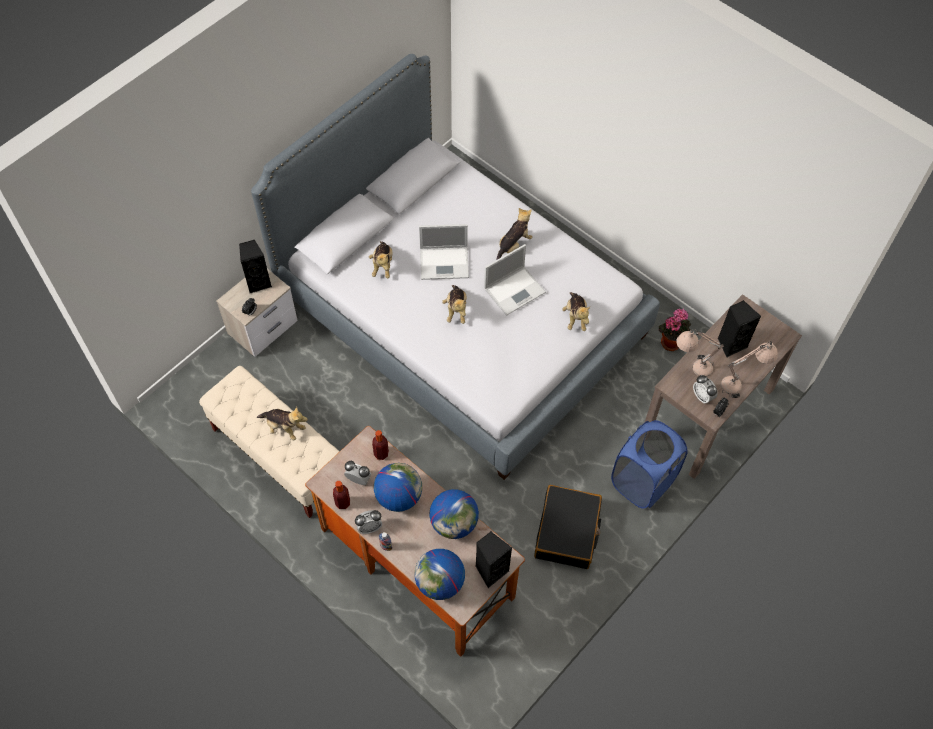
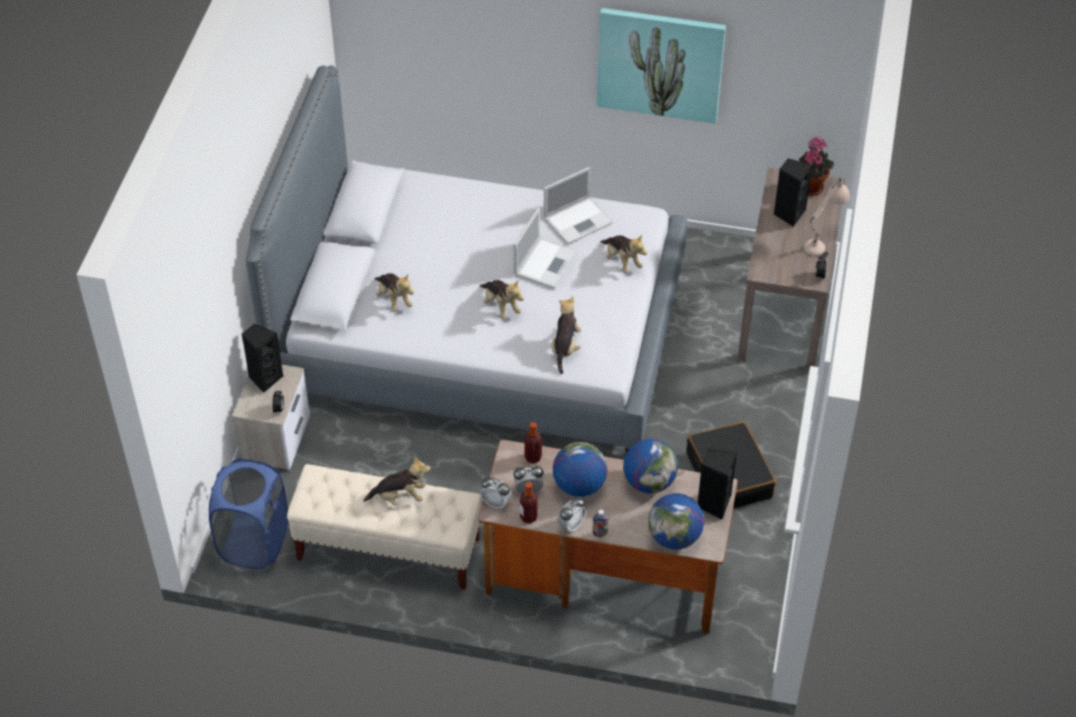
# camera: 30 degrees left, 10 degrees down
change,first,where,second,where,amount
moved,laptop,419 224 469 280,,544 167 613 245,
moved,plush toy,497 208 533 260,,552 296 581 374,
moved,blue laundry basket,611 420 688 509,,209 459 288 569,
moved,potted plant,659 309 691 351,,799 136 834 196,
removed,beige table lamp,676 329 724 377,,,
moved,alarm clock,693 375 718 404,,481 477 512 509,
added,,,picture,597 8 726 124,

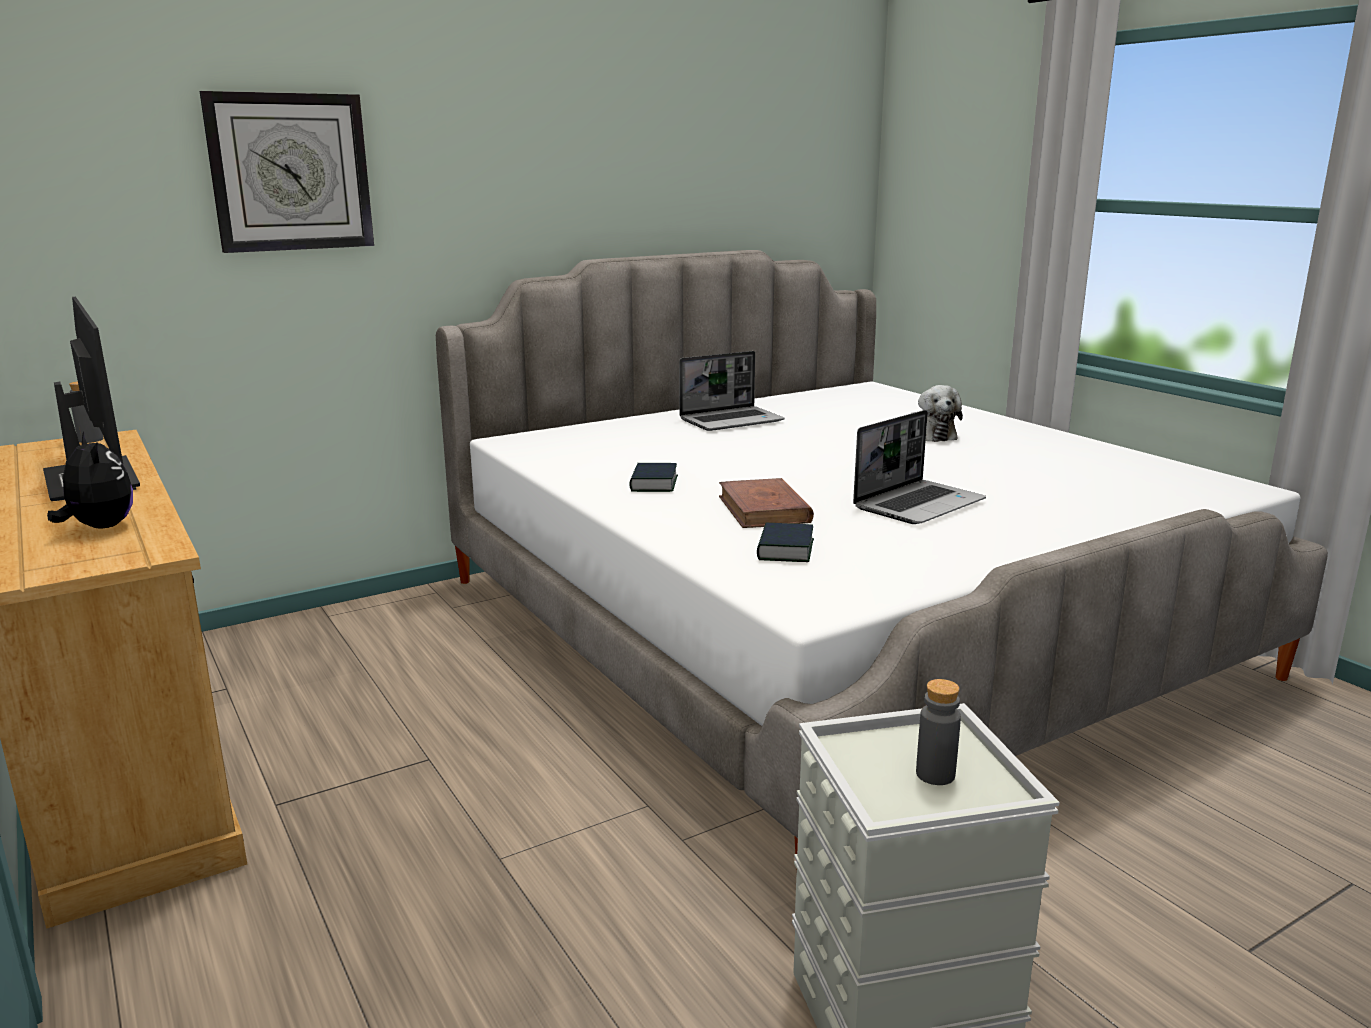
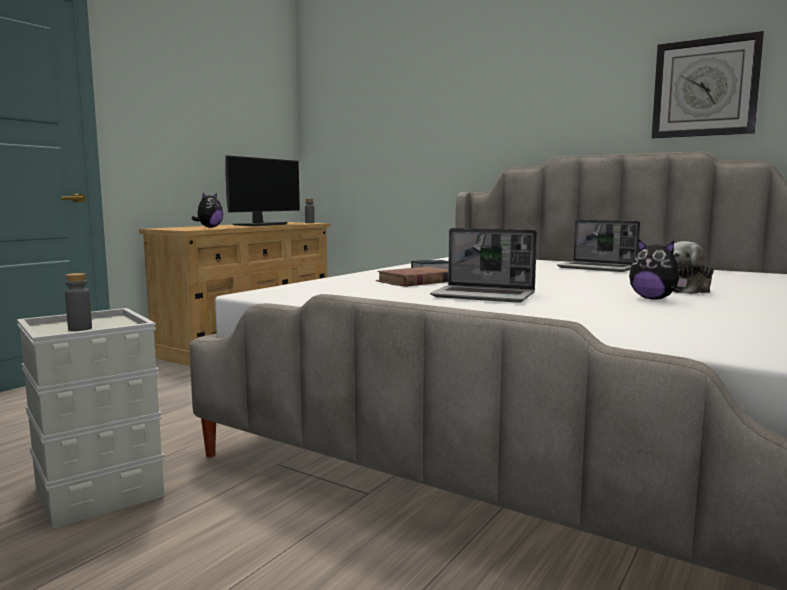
# camera: 65 degrees right, 10 degrees down
change,first,where,second,where,amount
moved,wall clock,199 91 374 253,,652 31 764 138,
removed,book,757 523 814 562,,,
added,,,plush toy,629 239 688 300,

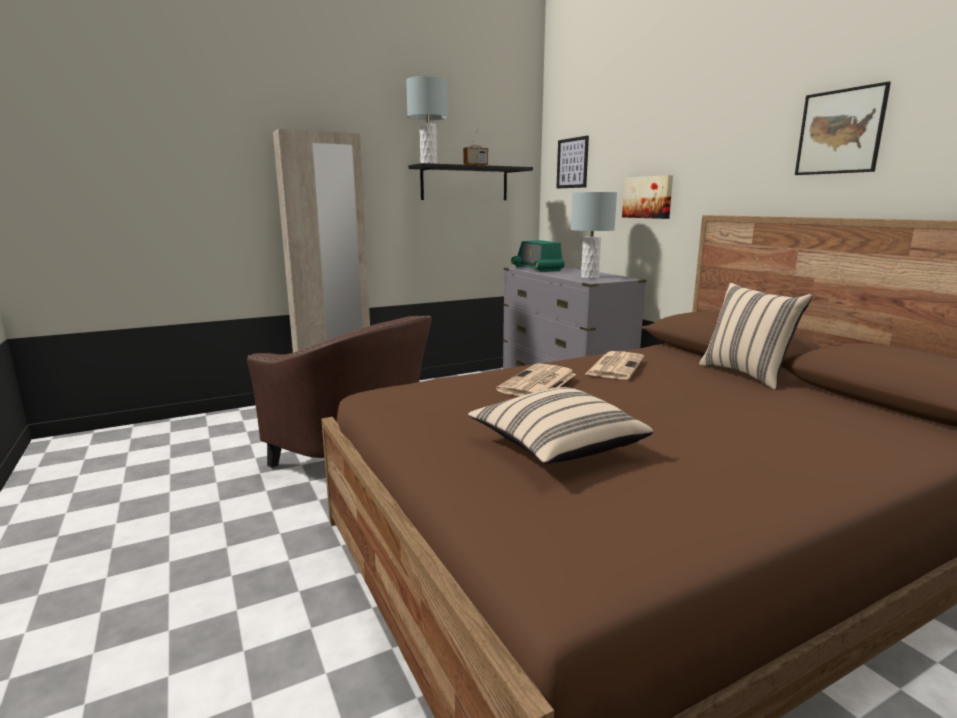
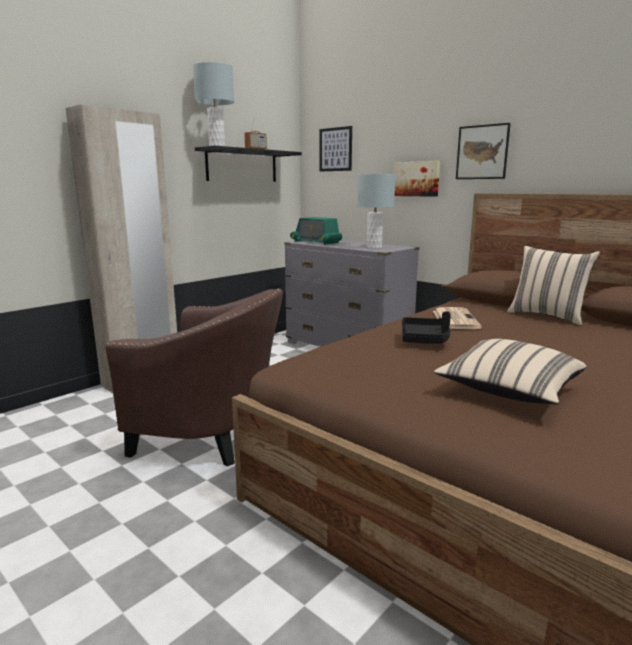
# camera: 20 degrees left, 0 degrees up
change,first,where,second,where,amount
replaced,newspaper,496 363 576 396,black tray,402 312 451 344,
moved,picture,795 81 891 175,,456 123 511 179,

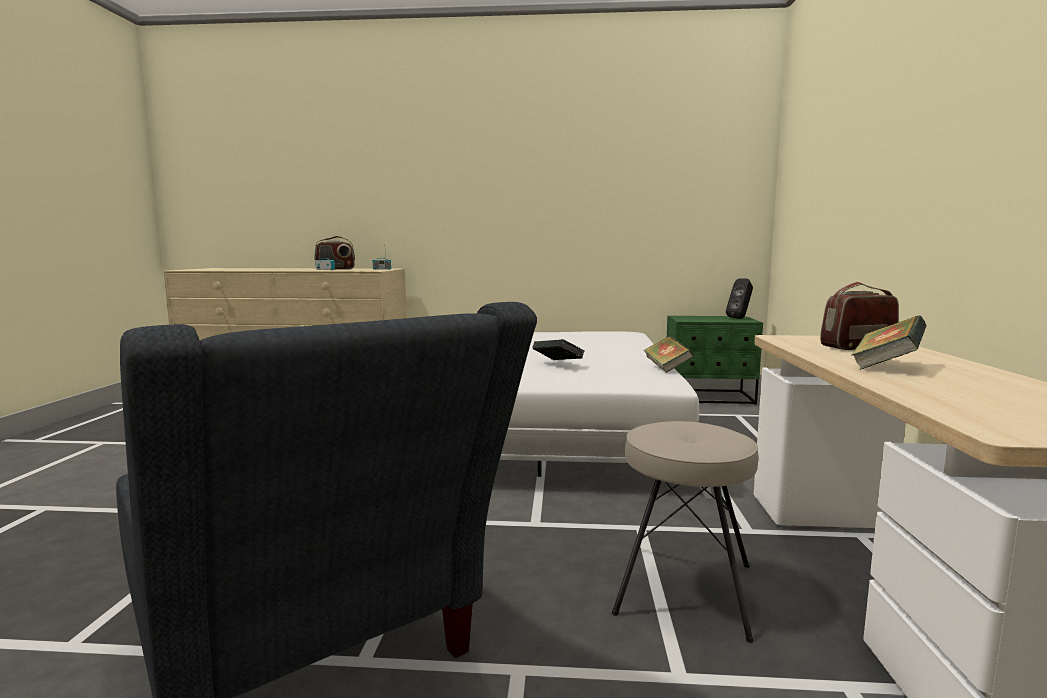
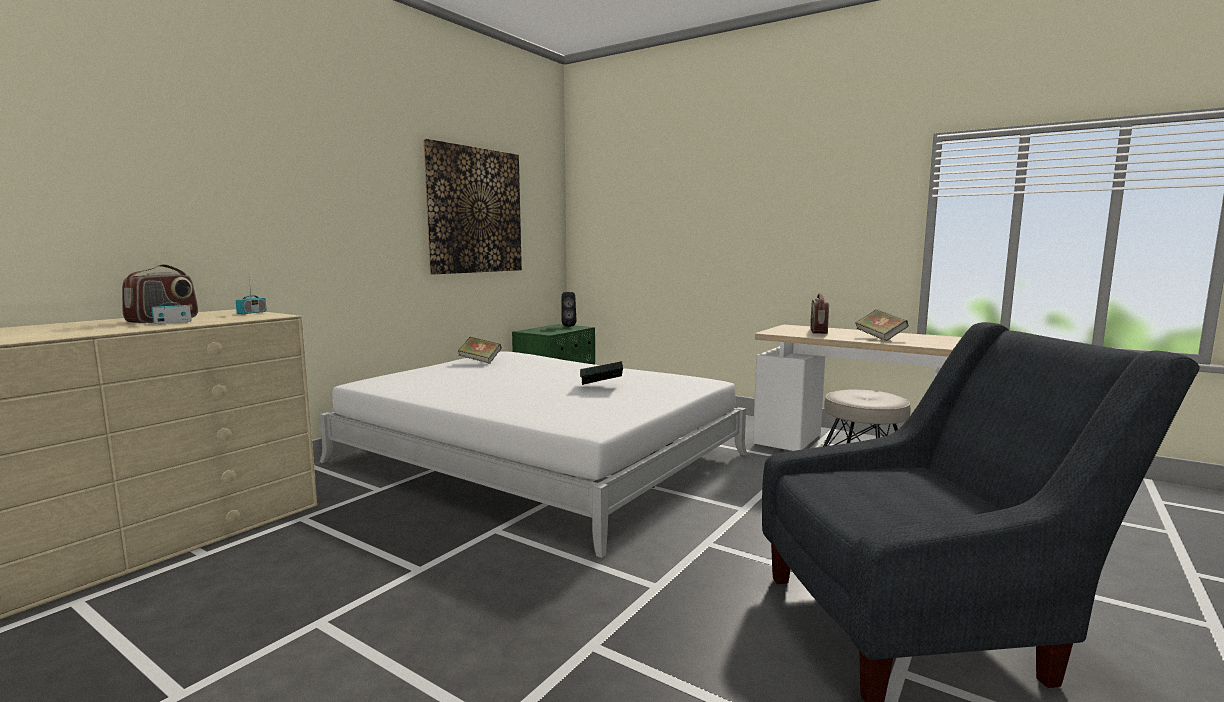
# camera: 60 degrees left, 0 degrees up
change,first,where,second,where,amount
moved,book,644 336 693 373,,458 337 501 364,
added,,,picture,423 139 522 274,

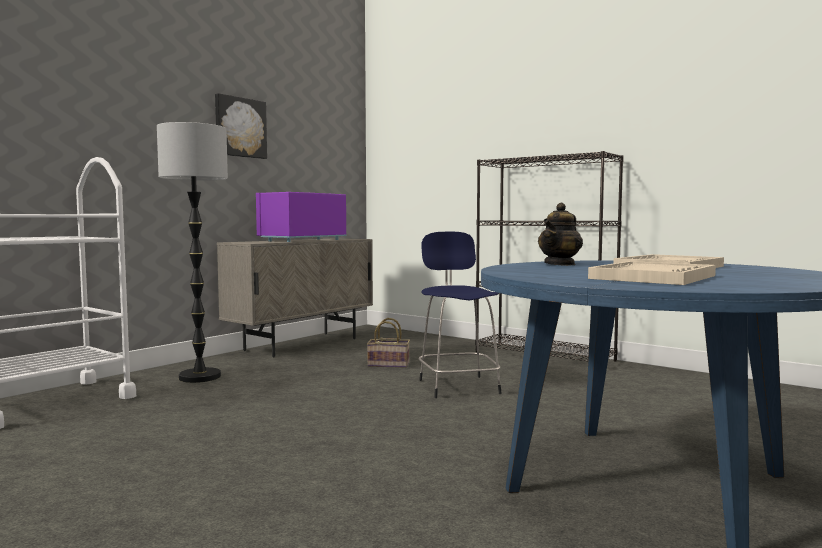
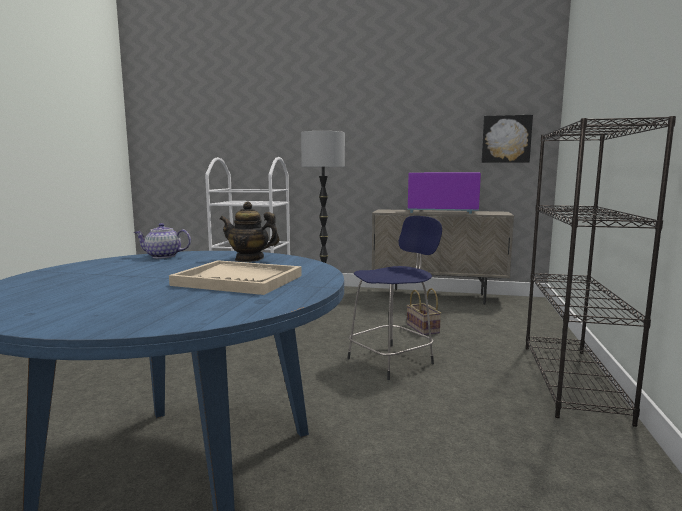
# camera: 65 degrees right, 5 degrees up
change,first,where,second,where,amount
moved,picture,215 93 267 159,,481 115 533 163,
removed,beige tray,588 261 716 285,,,
added,,,teapot,134 223 191 258,

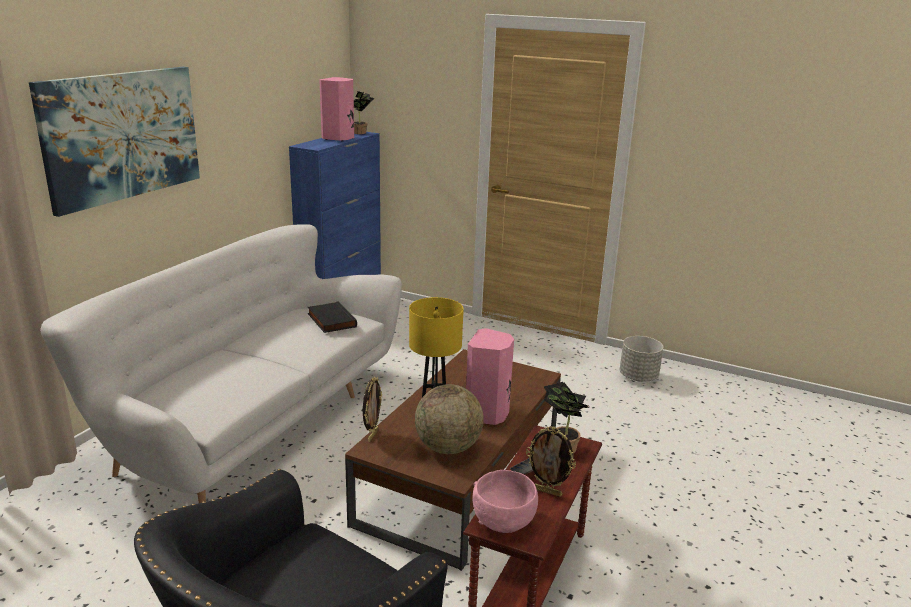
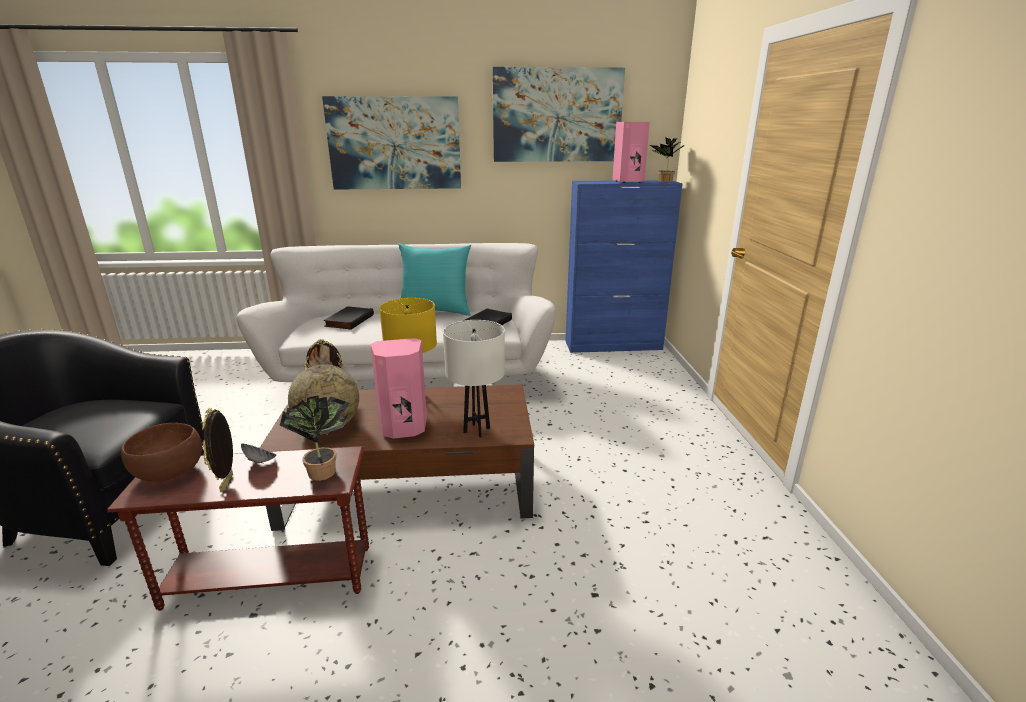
# camera: 60 degrees right, 0 degrees up
change,first,where,second,where,amount
recoloured,pink bowl,473 470 538 533,brown bowl,121 423 202 482,
removed,grey planter,620 336 664 382,,,
added,,,black book,324 306 374 330,
added,,,turquoise pillow,398 244 471 316,
added,,,white table lamp,443 320 505 437,
added,,,picture,492 67 625 162,

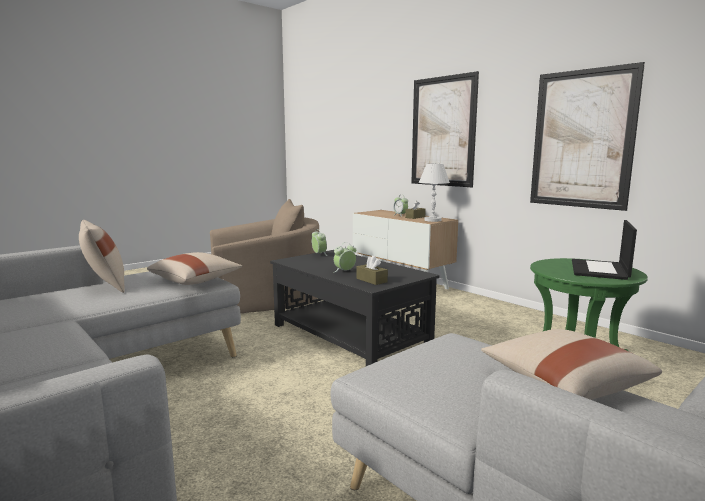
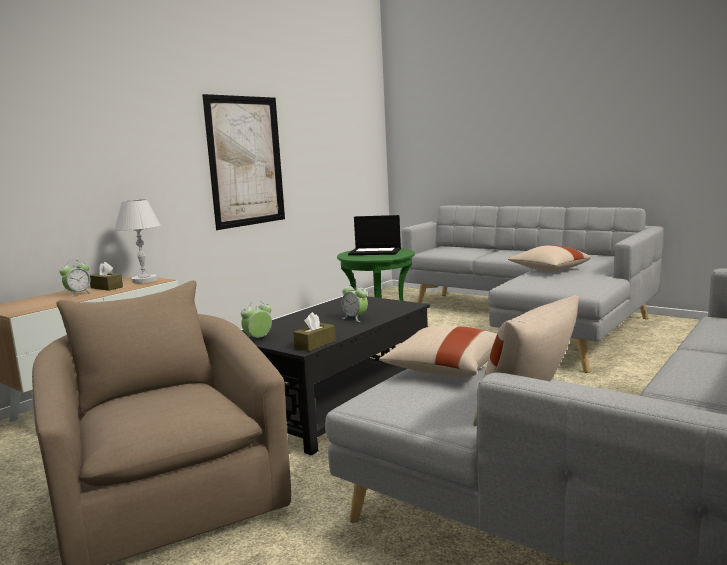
# camera: 100 degrees left, 0 degrees up
change,first,where,second,where,amount
moved,brown tissue box,356 255 388 285,,293 312 336 351,
removed,picture,412 71 479 187,,,

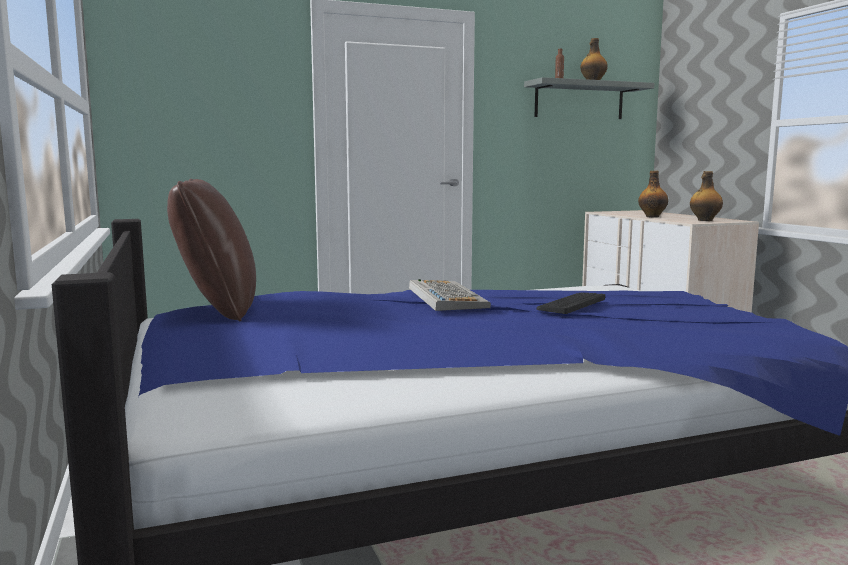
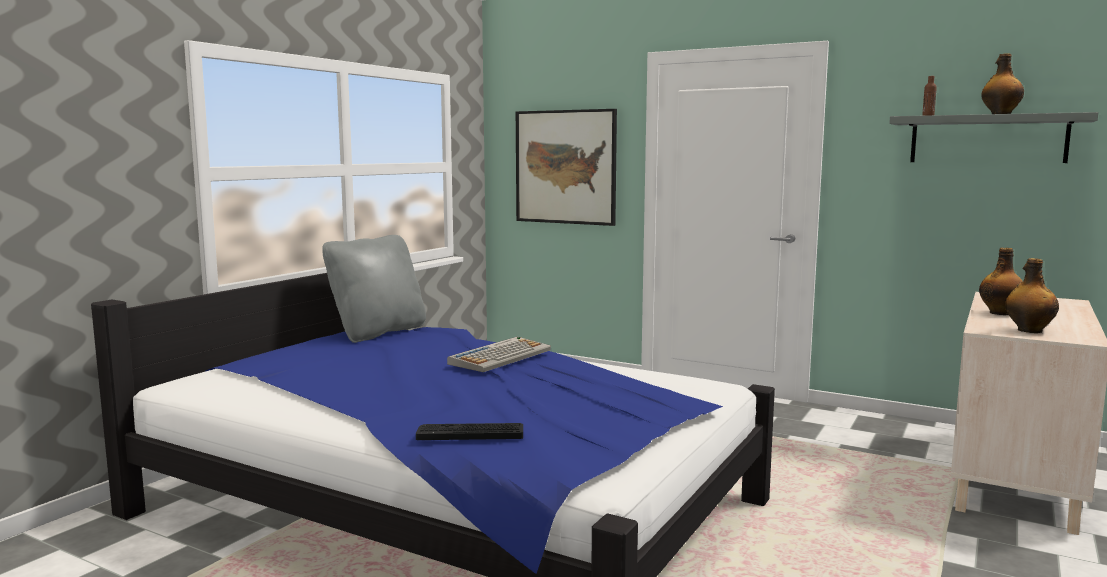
# camera: 50 degrees right, 0 degrees up
change,first,where,second,where,amount
recoloured,brown pillow,167 179 256 321,grey pillow,323 235 426 343,
moved,keyboard,537 293 605 314,,416 423 523 440,
added,,,picture,516 109 617 226,

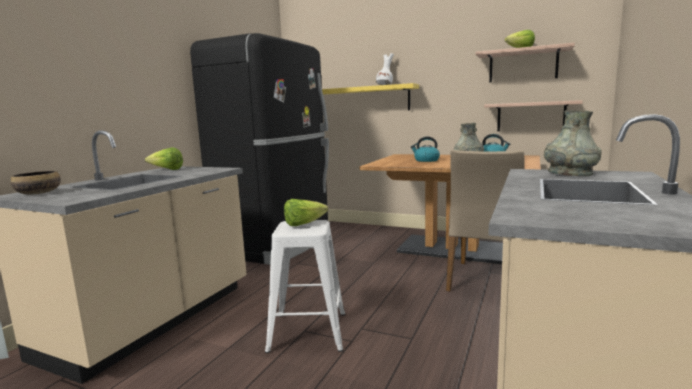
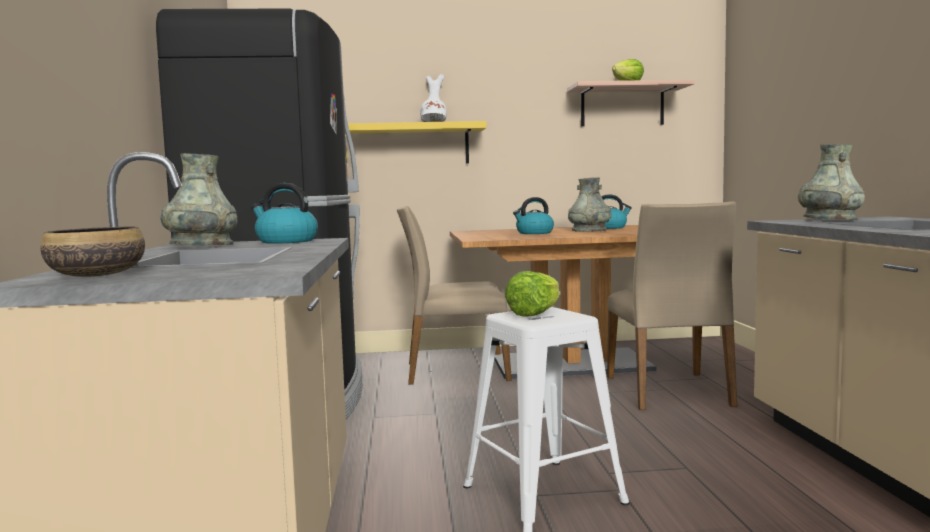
# camera: 30 degrees left, 5 degrees down
change,first,where,second,where,amount
replaced,lettuce,145 147 183 170,grey vase,160 153 237 246,
removed,shelf,484 100 583 131,,,
added,,,kettle,251 183 318 244,
added,,,beige chair,397 206 512 385,

